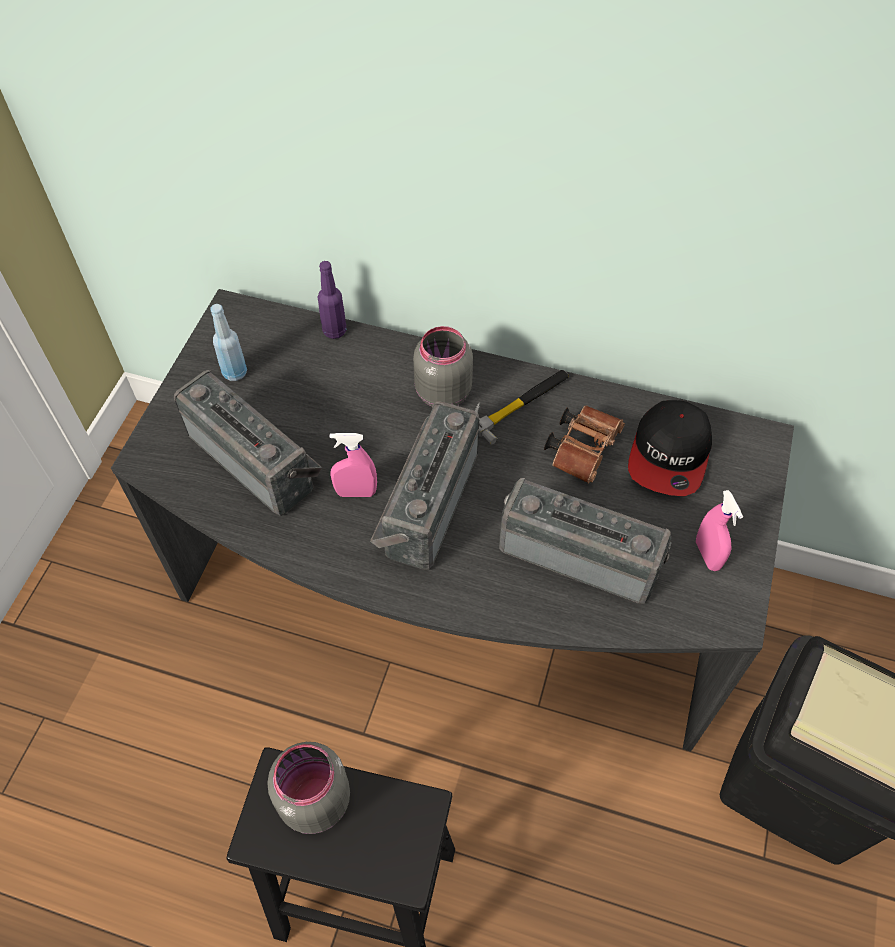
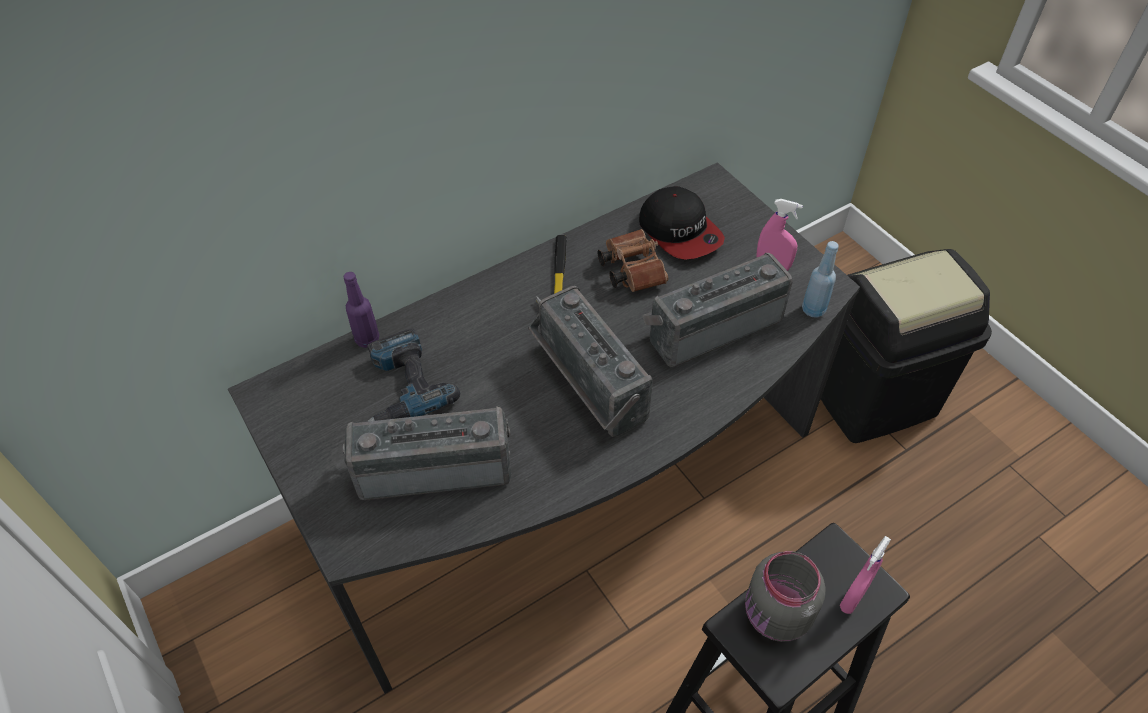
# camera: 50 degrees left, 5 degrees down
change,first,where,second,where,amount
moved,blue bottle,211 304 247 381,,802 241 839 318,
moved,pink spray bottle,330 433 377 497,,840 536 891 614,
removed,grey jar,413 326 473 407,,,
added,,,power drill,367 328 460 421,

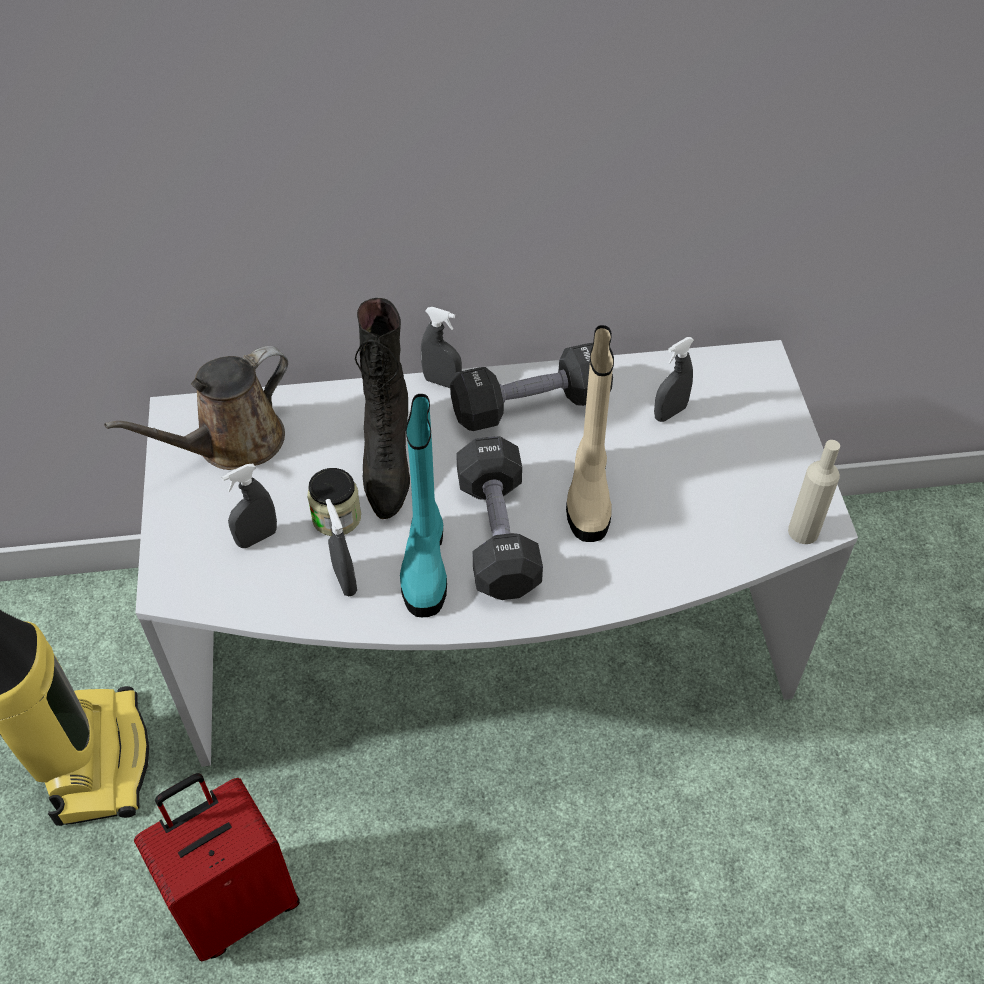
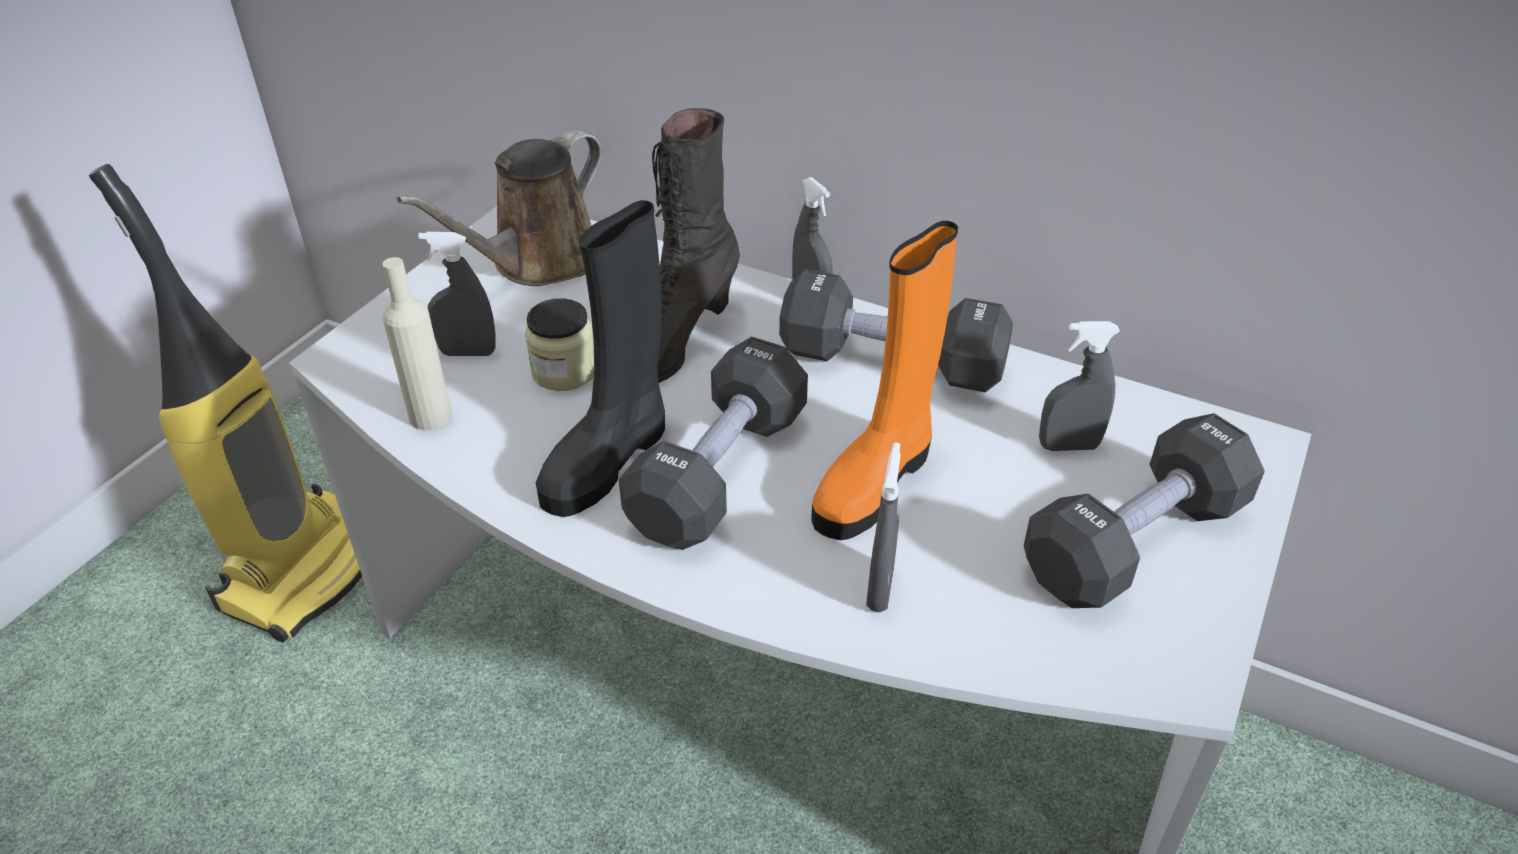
# camera: 35 degrees right, 10 degrees down
change,first,where,second,where,amount
turned,brown watering can,104 346 288 470,,396 130 602 286,45 degrees counterclockwise
removed,red suitcase,134 773 300 961,,,
moved,grey spray bottle,326 499 357 596,,866 442 901 612,
recoloured,turquoise boot,400 394 447 617,black boot,536 200 665 517,
recoloured,beige boot,566 325 614 542,orange boot,811 221 958 540,
moved,beige bottle,788 440 840 544,,382 257 452 430,
added,,,black dumbbell,1024 413 1265 608,

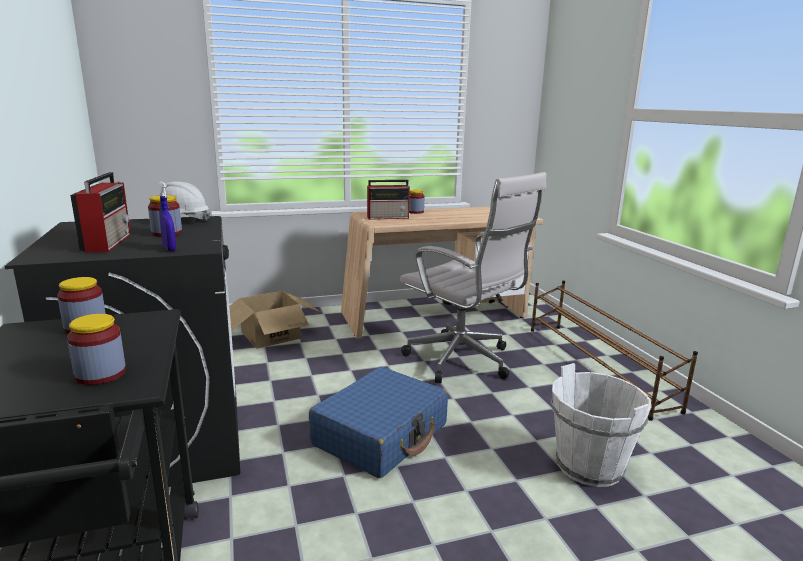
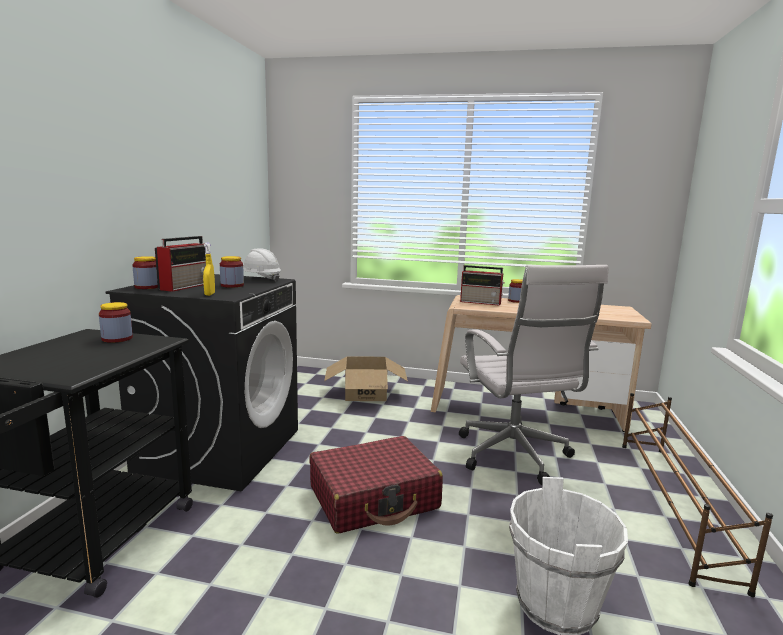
# camera: 30 degrees right, 5 degrees down
change,first,where,second,where,amount
moved,jar,67 314 126 385,,132 256 158 289,
recoloured,blue spray bottle,158 182 176 251,yellow spray bottle,203 242 215 296,
recoloured,blue suitcase,309 367 448 478,red suitcase,309 436 443 534,

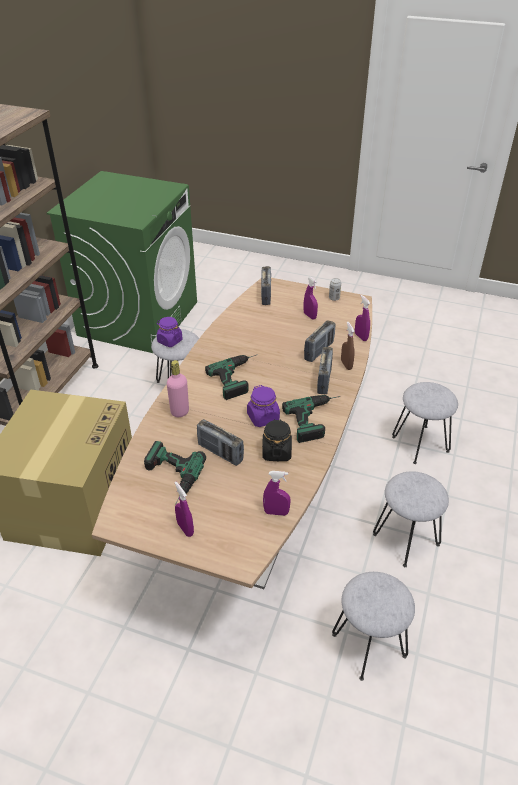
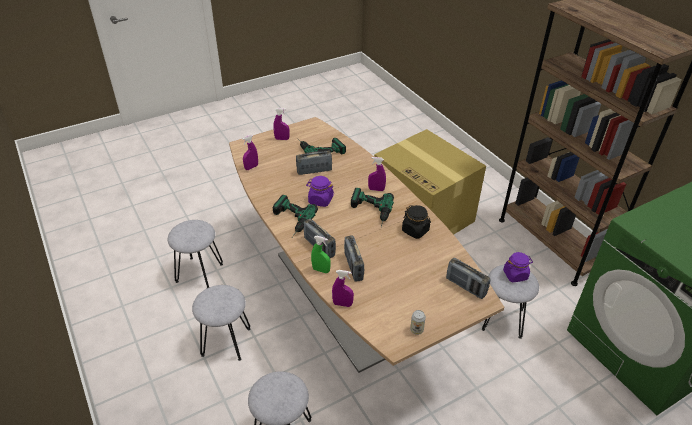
# camera: 130 degrees right, 0 degrees up
change,first,where,second,where,amount
removed,pink bottle,167 360 189 417,,,
moved,black jar,262 419 292 461,,402 205 431 239,
moved,purple spray bottle,304 277 318 319,,368 157 386 191,
recoloured,brown spray bottle,341 321 355 370,green spray bottle,311 236 331 273,

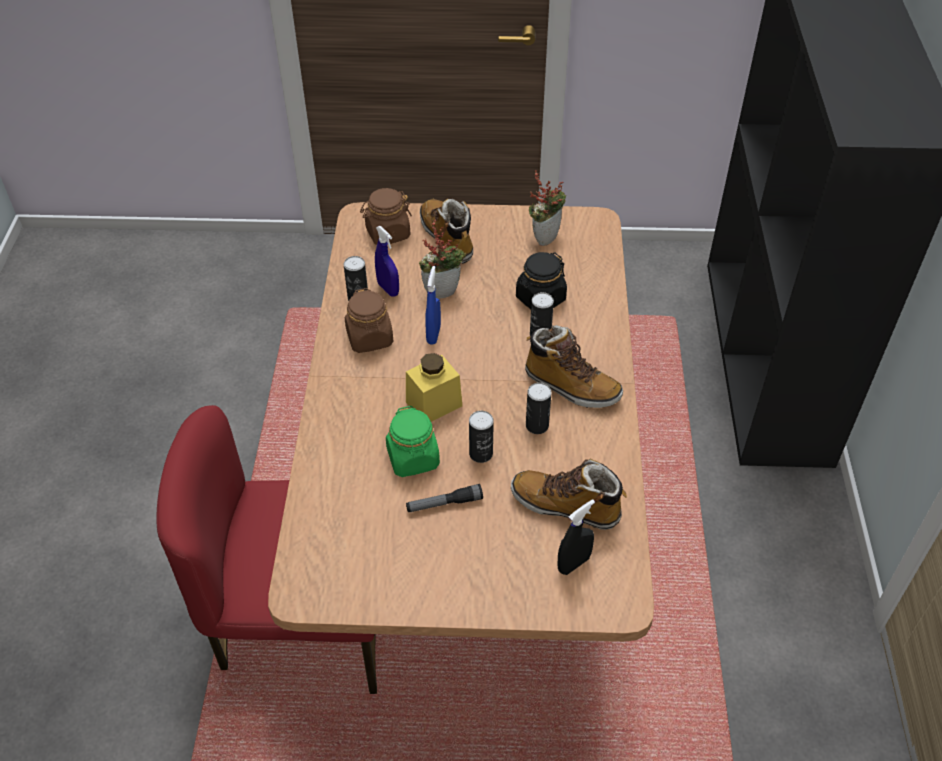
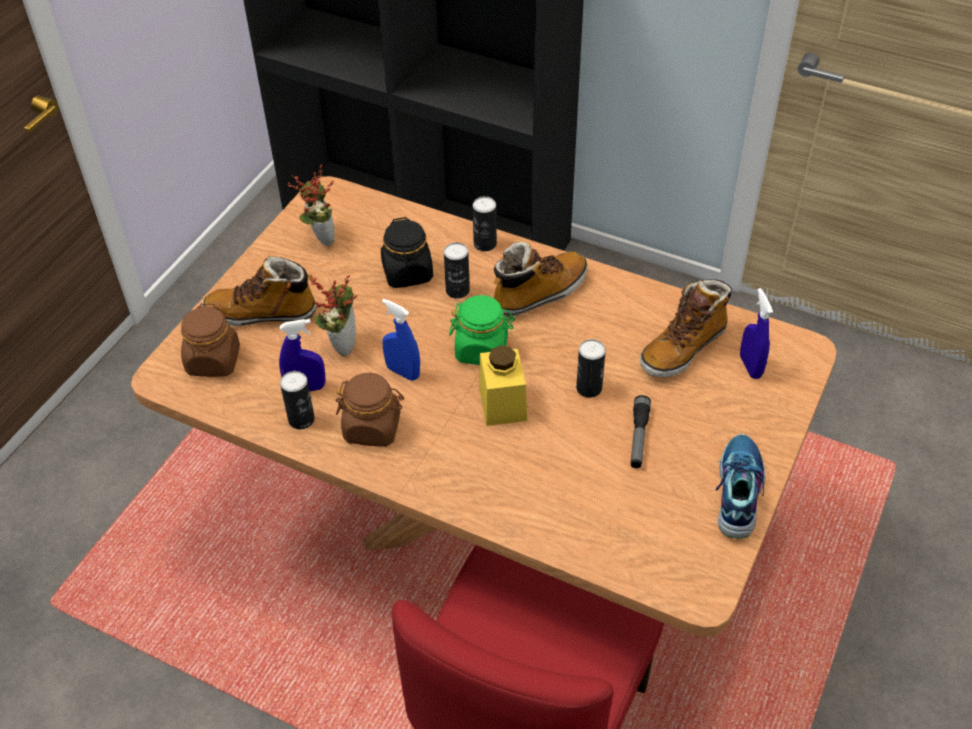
# camera: 65 degrees left, 0 degrees up
change,first,where,second,where,amount
moved,green jar,386 406 440 477,,449 295 515 365,
moved,can,526 382 552 434,,473 196 497 251,
recoloured,black spray bottle,558 499 595 575,blue spray bottle,740 288 773 379,
added,,,shoe,715 434 765 539,

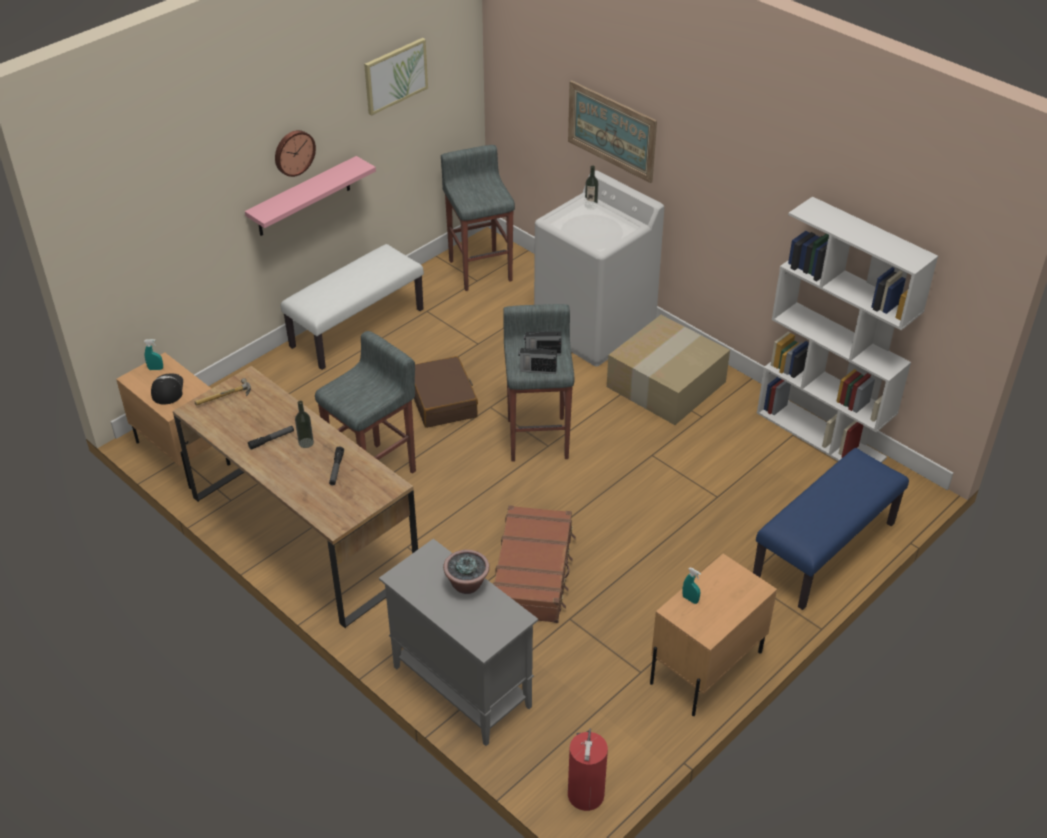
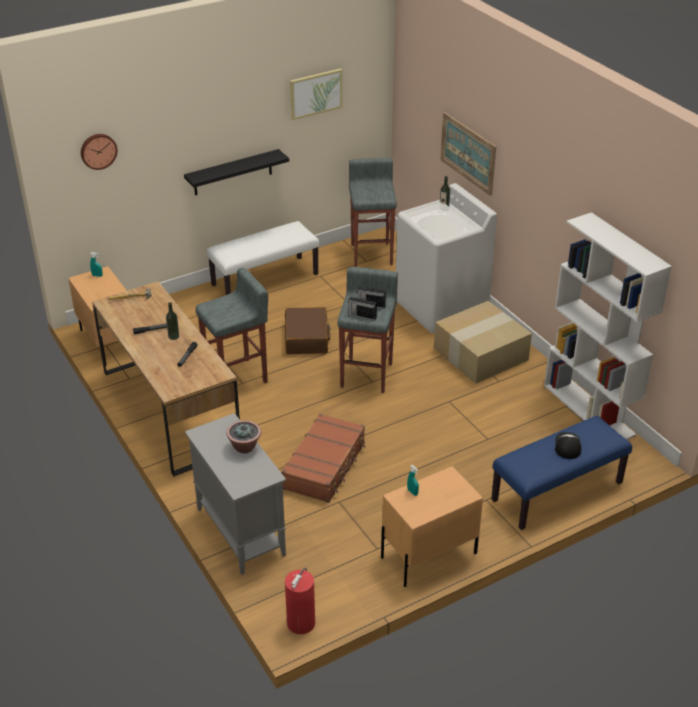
# camera: 15 degrees right, 5 degrees down
change,first,where,second,where,amount
moved,cap,151 374 183 404,,555 432 581 459,
recoloured,pink shelf,245 156 376 236,black shelf,184 149 289 195,
moved,wall clock,275 130 316 177,,81 134 117 170,

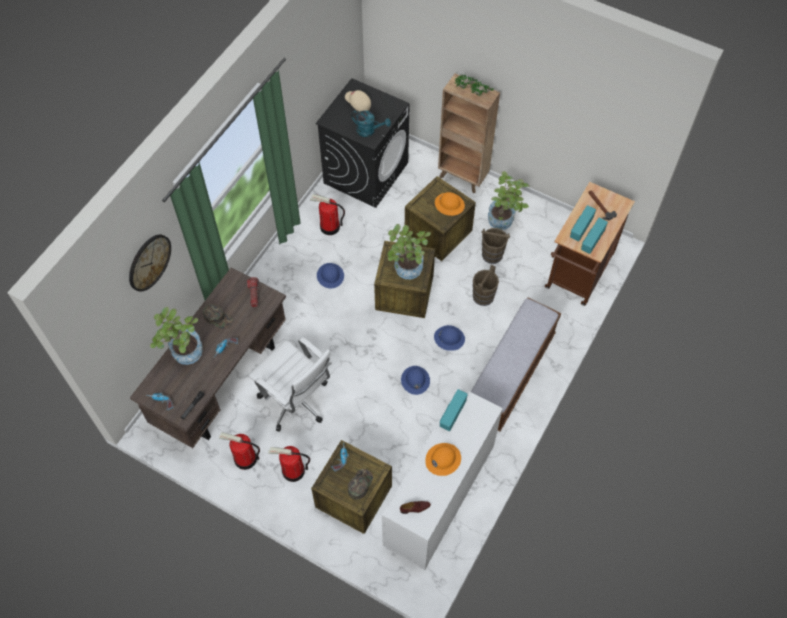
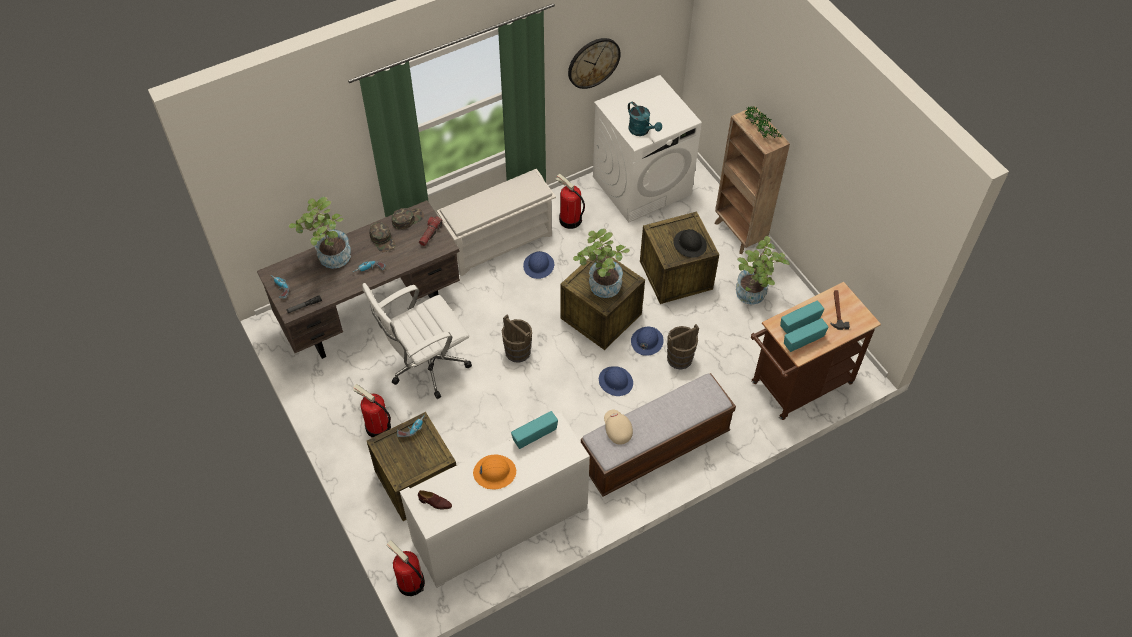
# camera: 30 degrees right, 5 degrees down
change,first,where,second,where,amount
moved,wall clock,129 234 171 292,,568 38 621 89,
moved,fire extinguisher,219 432 260 470,,387 540 425 596,
turned,white office chair,248 337 331 431,,362 283 472 399,75 degrees clockwise
recoloured,black washing machine,316 78 410 208,white washing machine,593 75 702 222,
moved,beige cap,345 90 371 111,,604 410 633 444,
moved,green cap,348 469 373 500,,392 208 424 229,
moved,blue hard hat,401 366 430 395,,631 326 664 356,
recoloured,orange hard hat,435 192 465 216,black hard hat,673 229 707 258,
moved,brown bucket,482 228 510 264,,502 314 532 363,
added,,,white shoe rack,437 169 556 276,

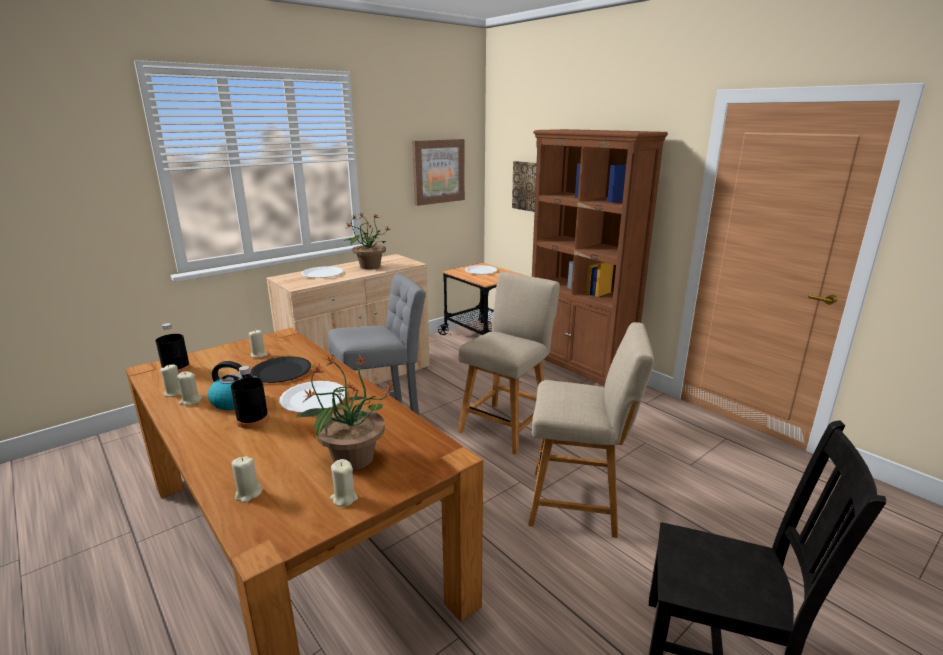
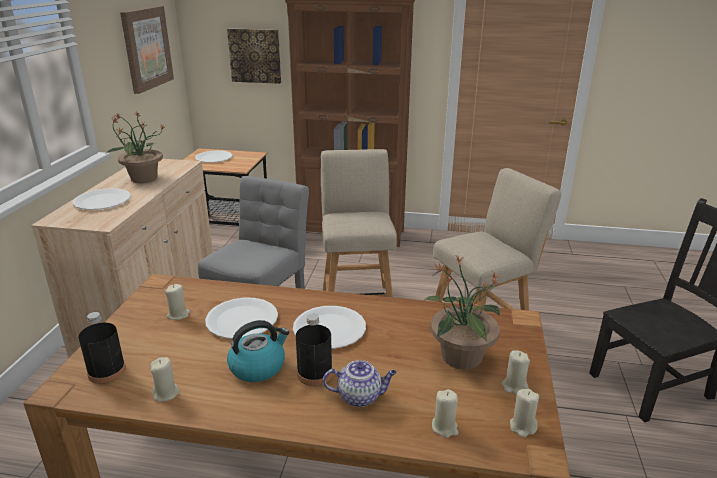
# camera: 40 degrees left, 5 degrees up
change,first,where,second,where,amount
moved,beige candle,177 372 202 406,,510 389 539 438,
recoloured,black plate,249 356 311 383,white plate,205 298 278 339,
added,,,teapot,323 360 397 407,

